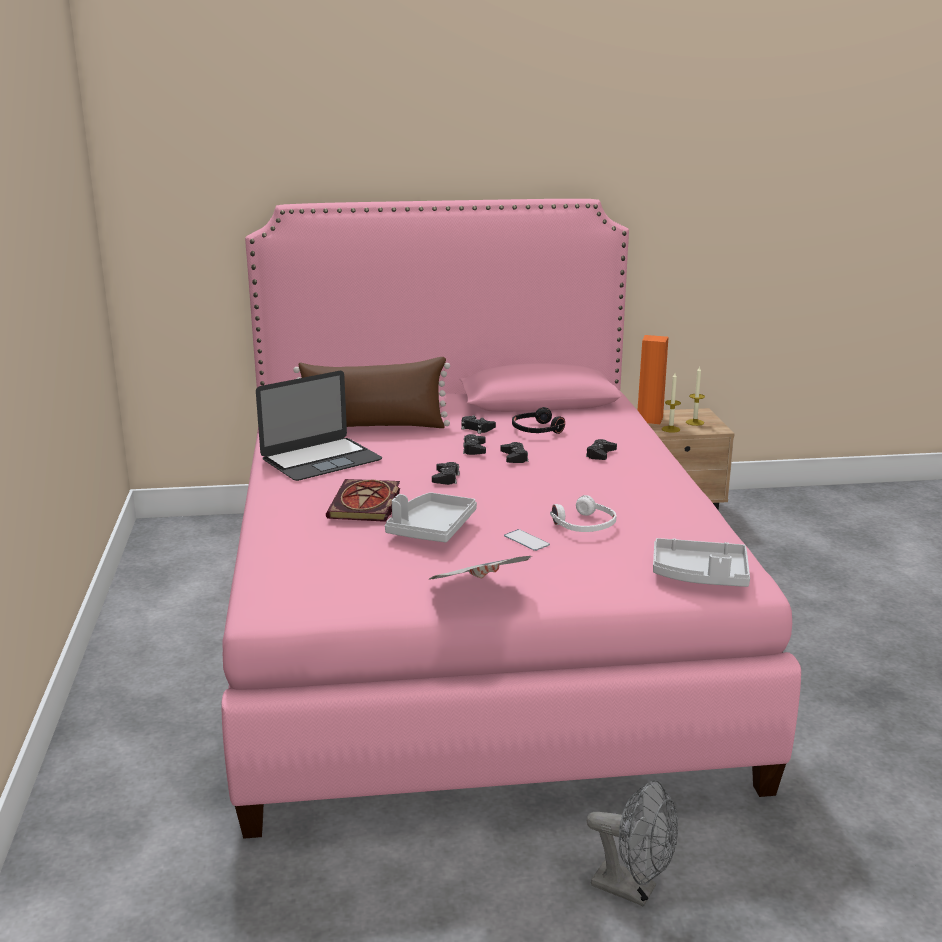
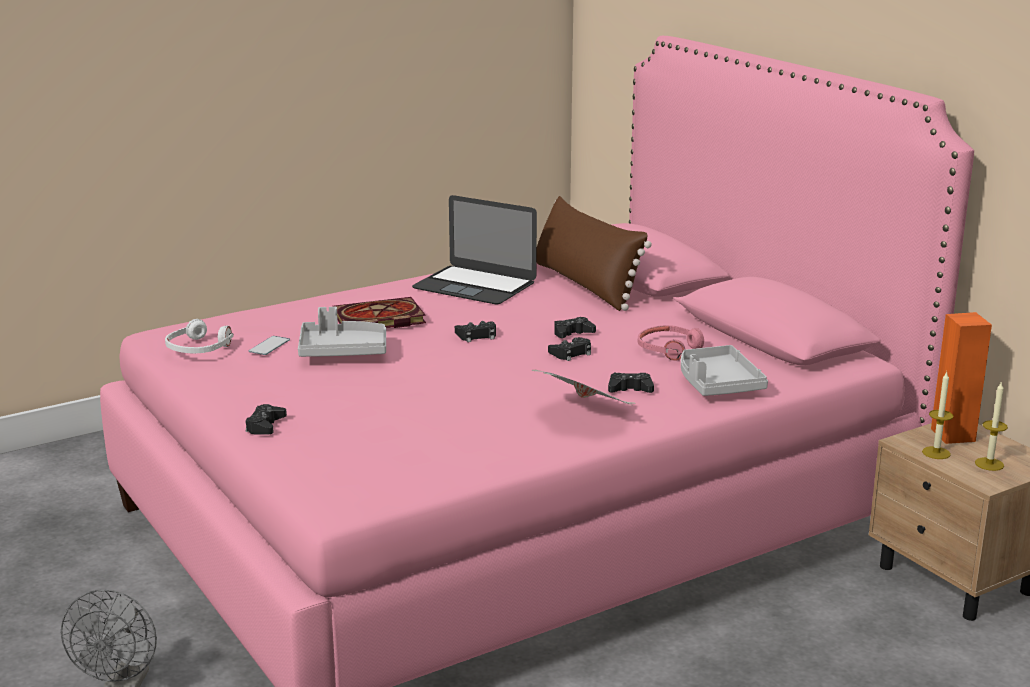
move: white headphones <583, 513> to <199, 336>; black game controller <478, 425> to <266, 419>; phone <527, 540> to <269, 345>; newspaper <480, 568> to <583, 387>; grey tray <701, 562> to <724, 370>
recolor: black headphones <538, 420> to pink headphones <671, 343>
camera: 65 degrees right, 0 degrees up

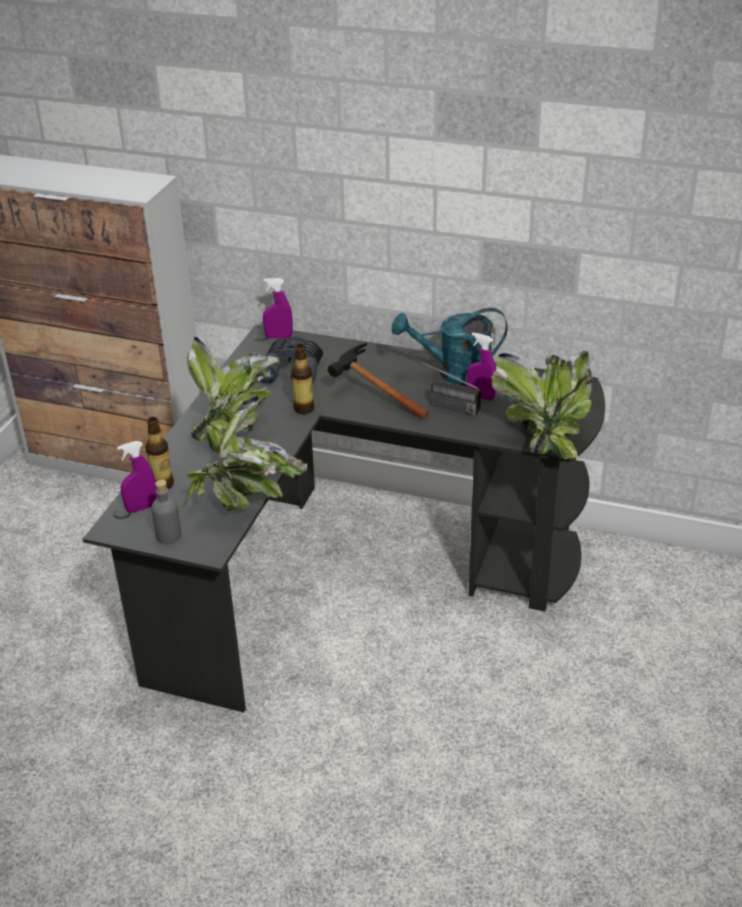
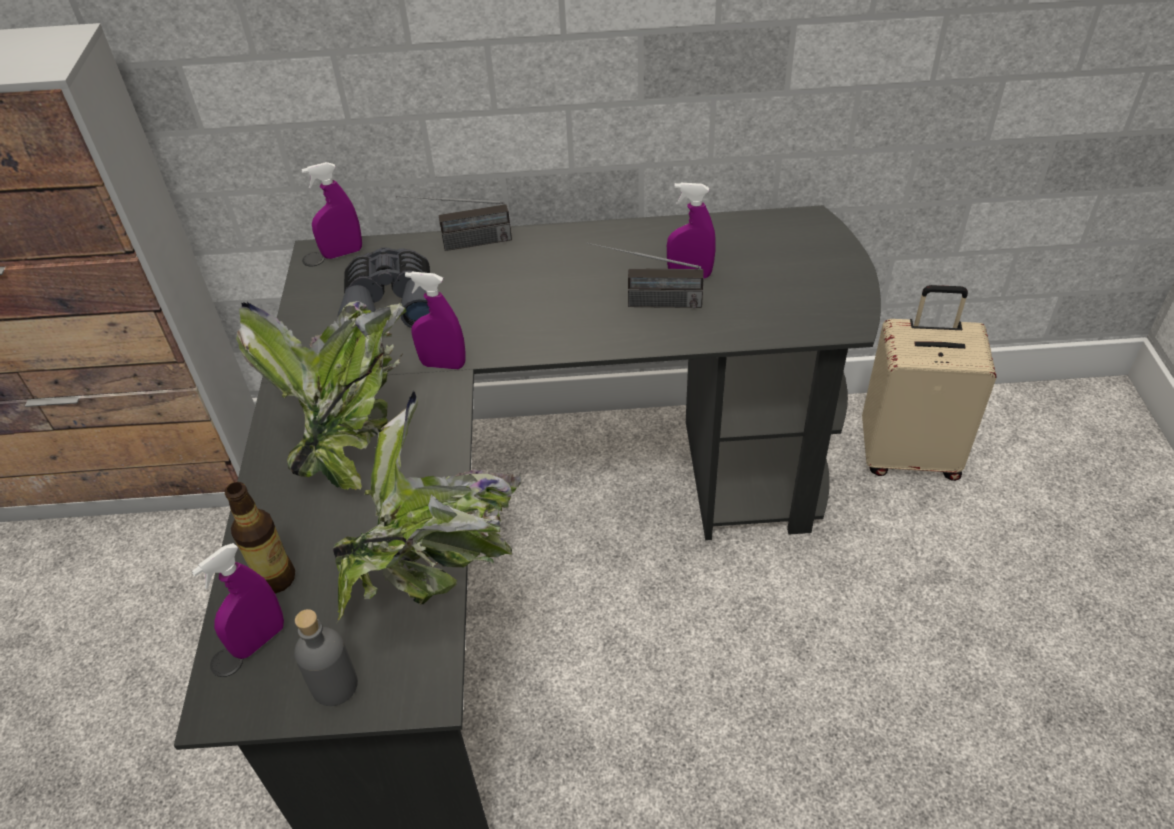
delete: hammer <378, 381>; turquoise watering can <450, 347>; potted plant <542, 405>
insert: radio <453, 223>; beige suitcase <929, 383>
replace: bottle <302, 379> to purple spray bottle <435, 320>
camera: 20 degrees left, 10 degrees up

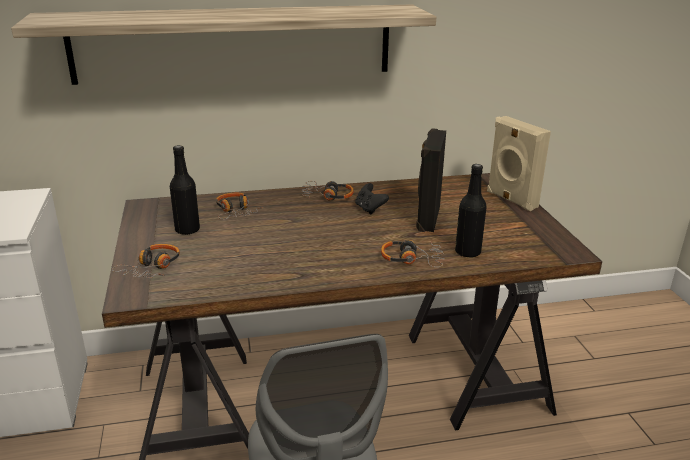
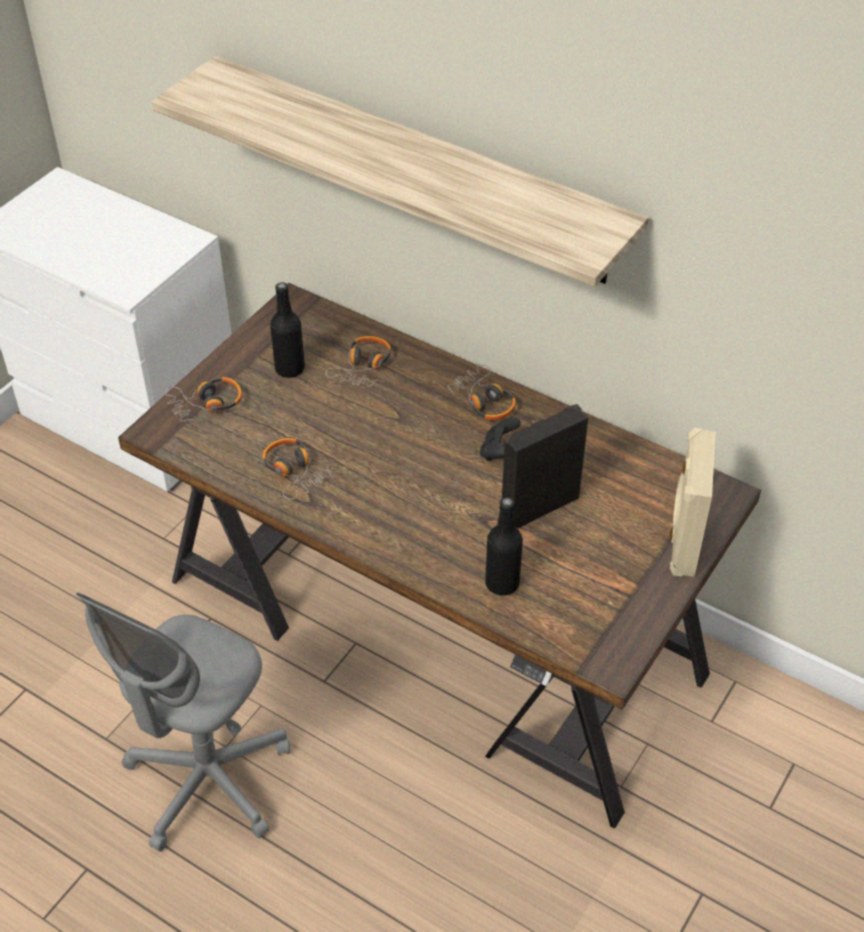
move: headphones <413, 254> to <298, 468>
camera: 45 degrees right, 20 degrees up

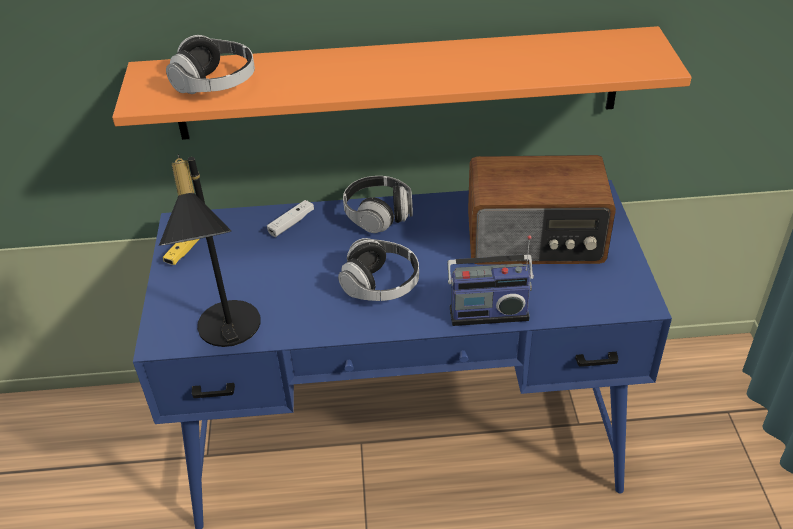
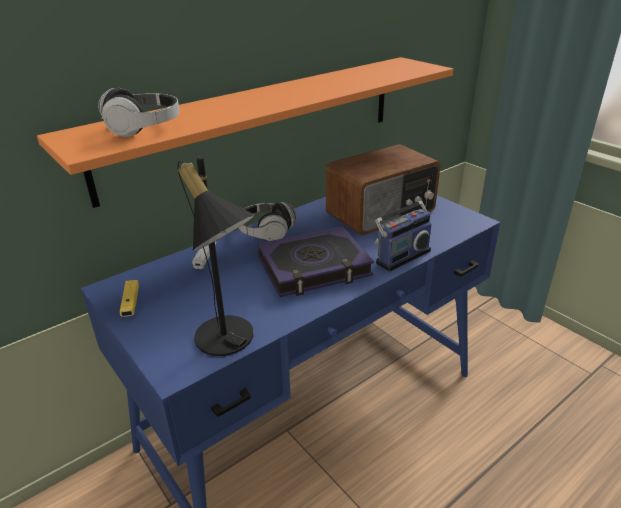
replace: headphones <378, 269> to book <315, 261>
camera: 35 degrees left, 10 degrees down

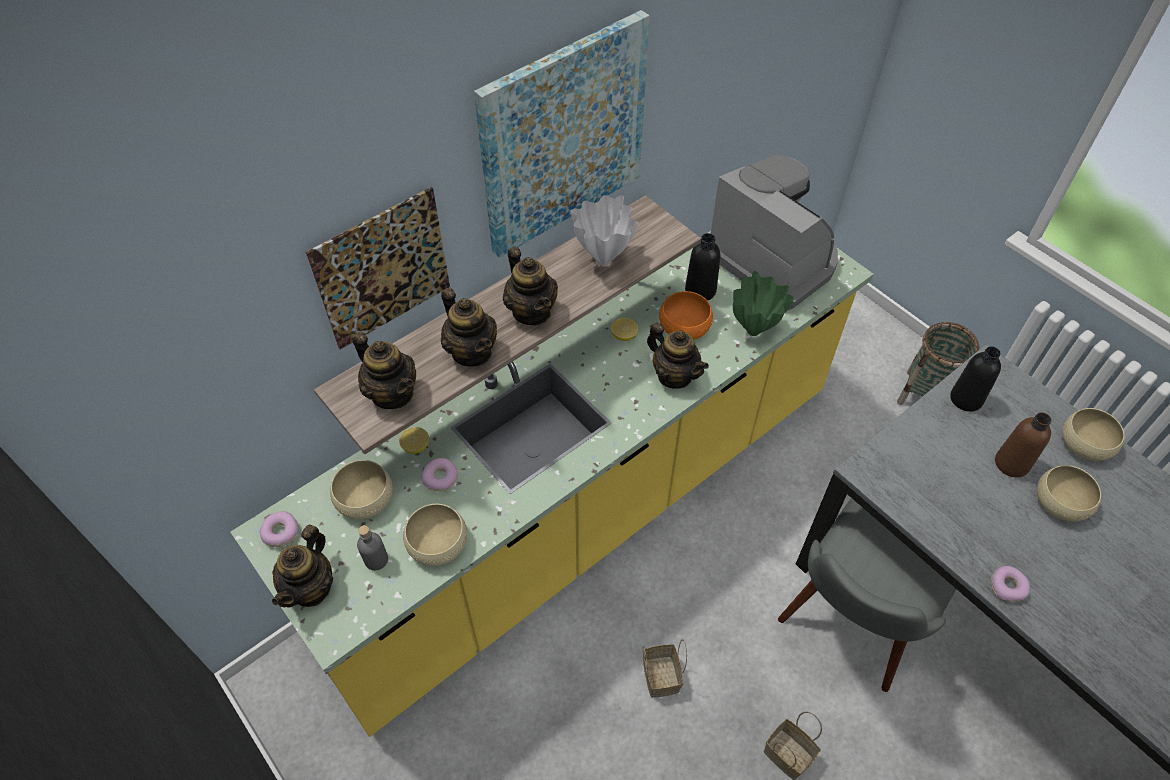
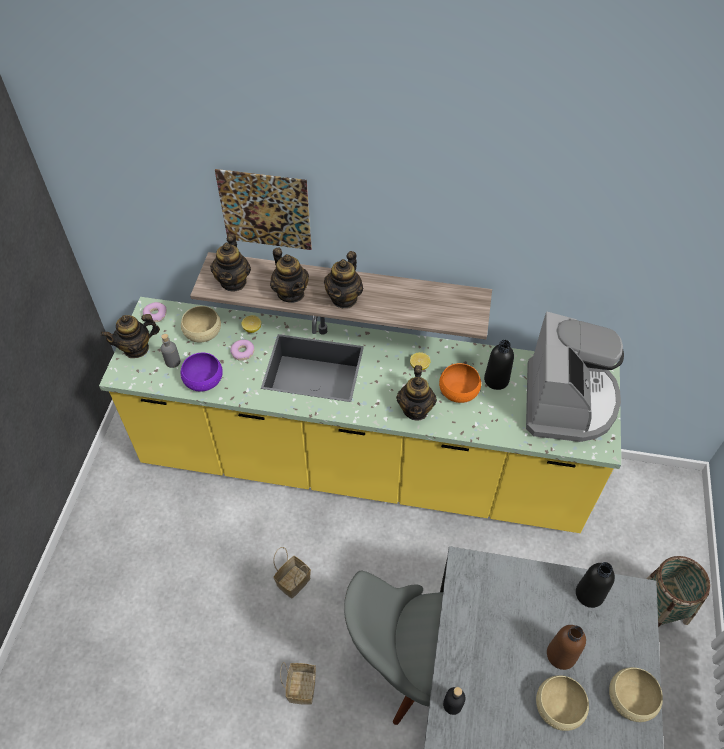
delete: picture <561, 134>; white vase <604, 230>; green vase <763, 303>
replace: donut <1010, 584> to black bottle <454, 701>
recolor: beige bowl <435, 535> to purple bowl <202, 372>
rotate: teapot <469, 327> = <289, 275> 45 degrees counterclockwise
camera: 50 degrees right, 0 degrees up

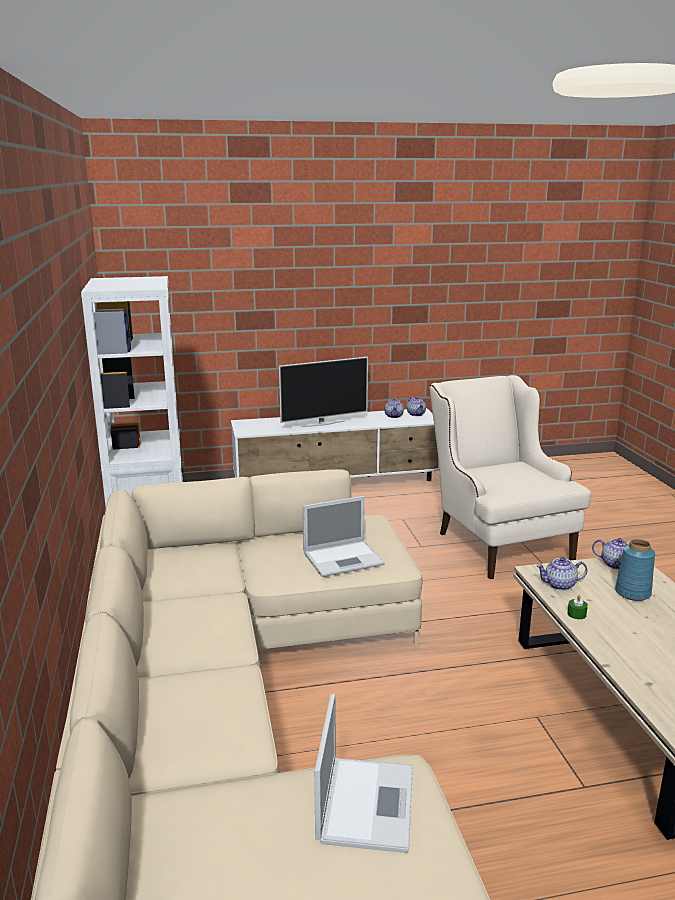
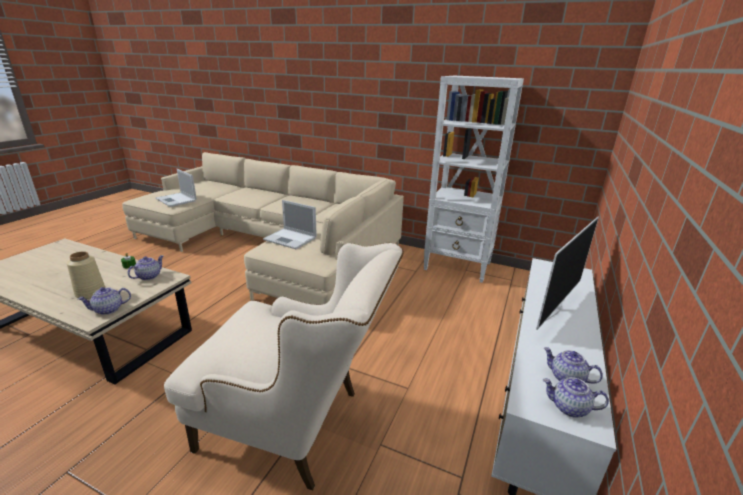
recolor: blue vase <635, 570> to beige vase <86, 275>
rotate: laptop <344, 536> = <290, 224> 75 degrees counterclockwise; television <323, 392> = <567, 273> 150 degrees counterclockwise
camera: 125 degrees right, 5 degrees up

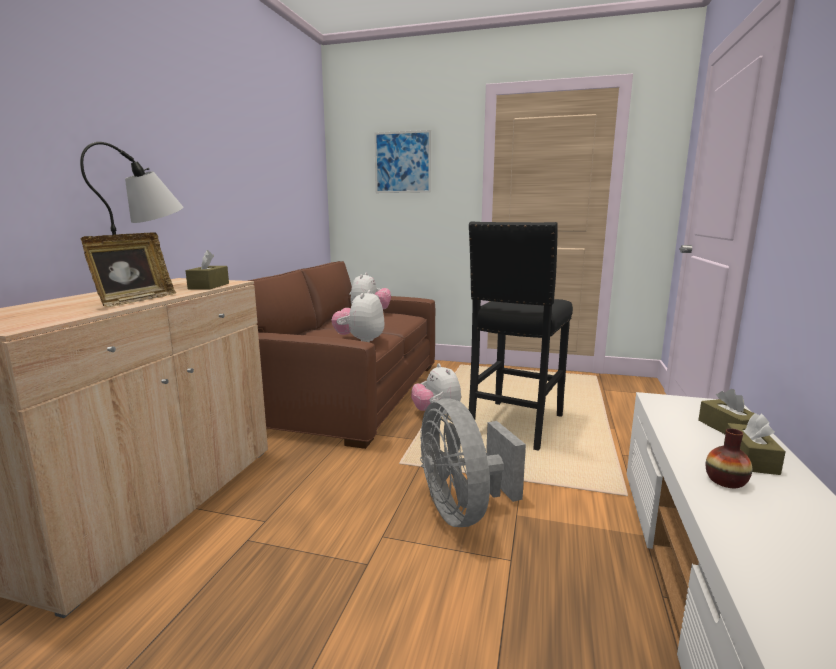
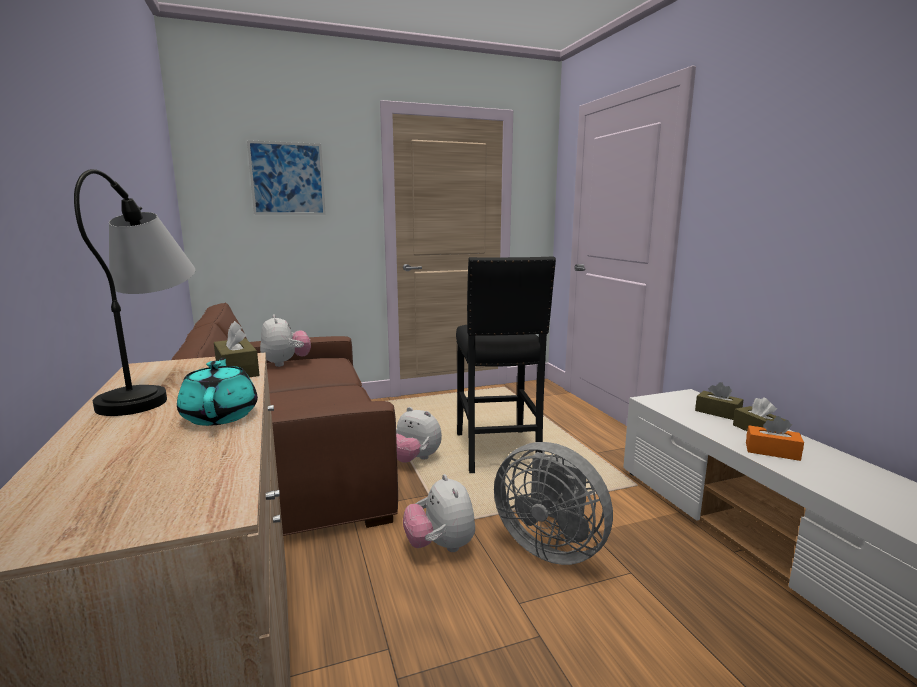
move: plush toy <358, 316> to <439, 513>
replace: picture frame <128, 269> to turquoise teapot <217, 391>; vase <729, 458> to orange tissue box <775, 438>
camera: 35 degrees left, 0 degrees up

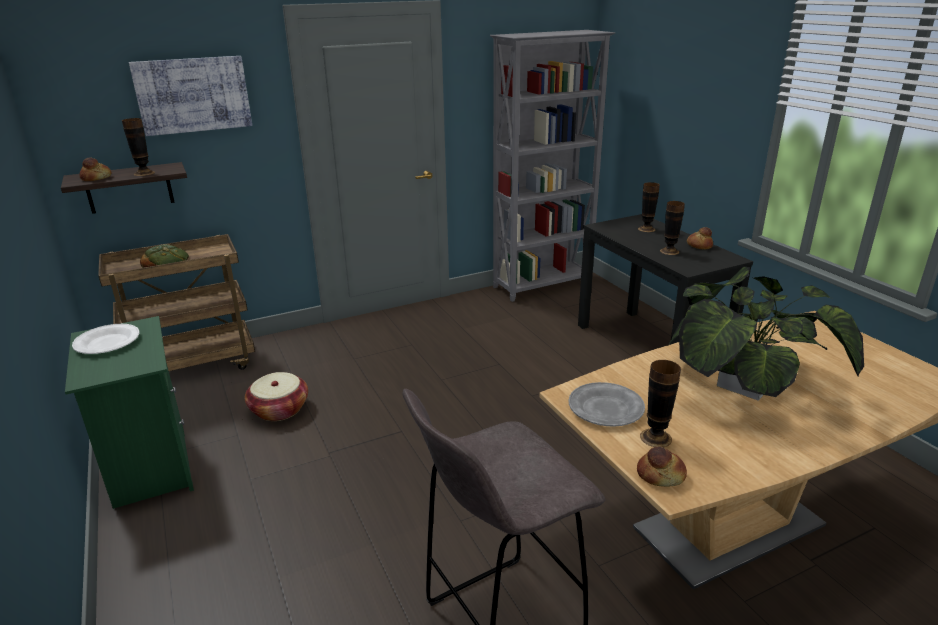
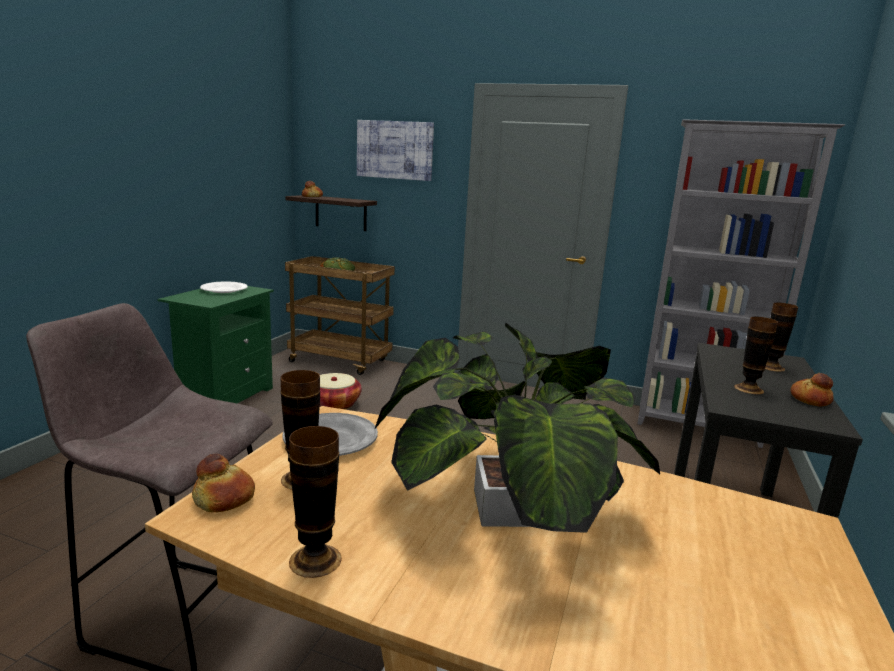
move: vase <138, 147> to <315, 502>
camera: 45 degrees right, 10 degrees down

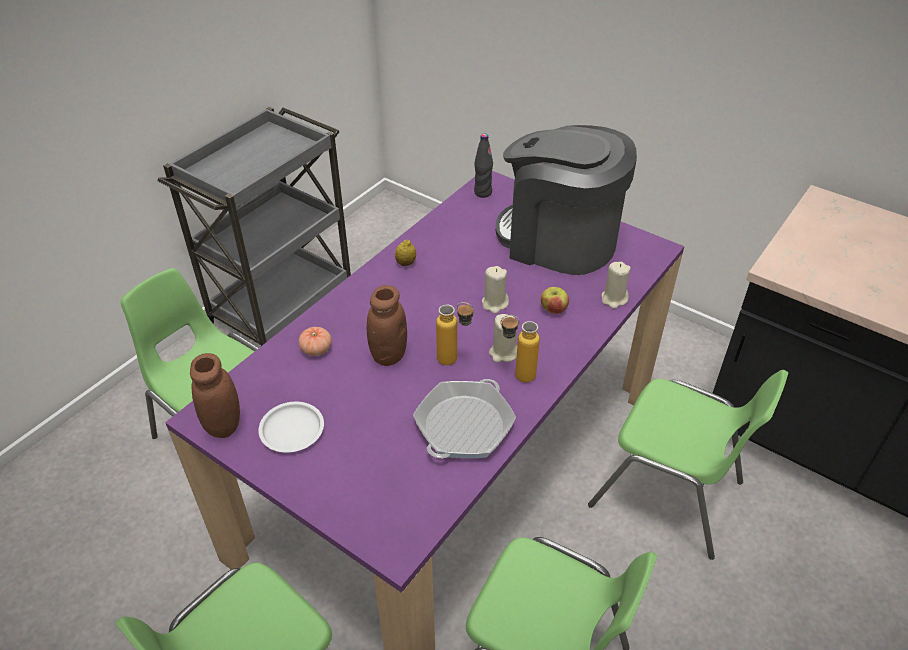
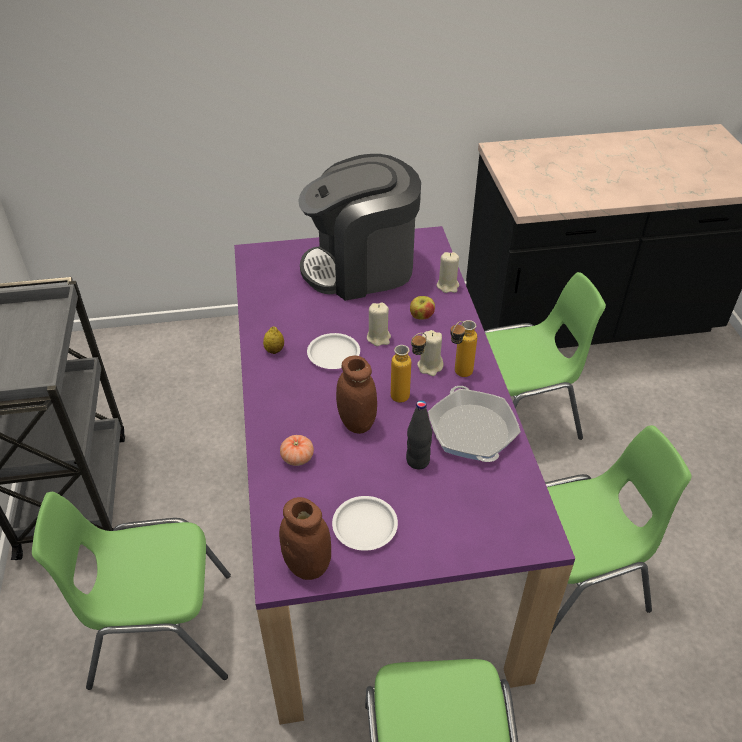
insert: white plate <333, 351>
move: black bottle <483, 166> to <419, 434>
camera: 45 degrees left, 0 degrees up

